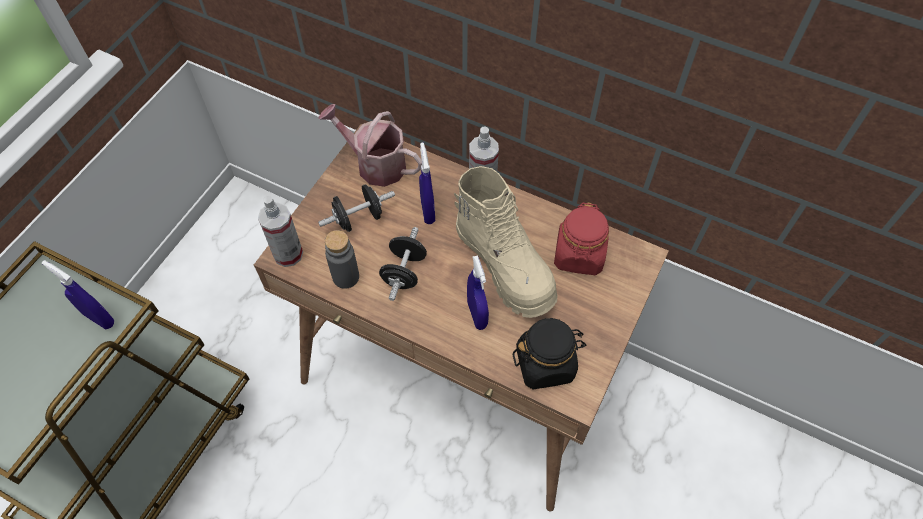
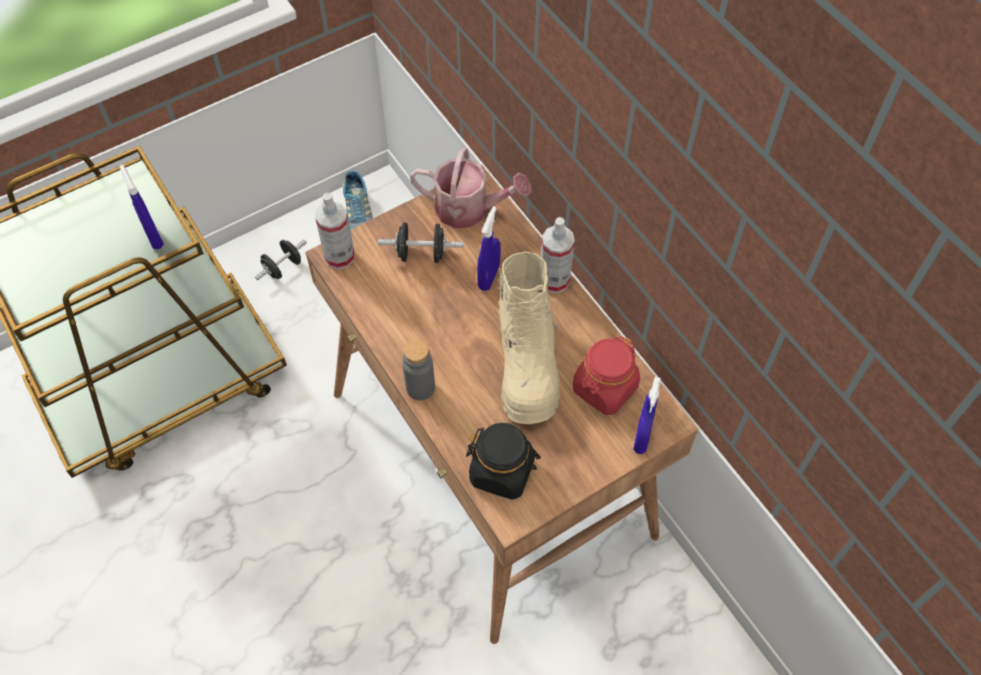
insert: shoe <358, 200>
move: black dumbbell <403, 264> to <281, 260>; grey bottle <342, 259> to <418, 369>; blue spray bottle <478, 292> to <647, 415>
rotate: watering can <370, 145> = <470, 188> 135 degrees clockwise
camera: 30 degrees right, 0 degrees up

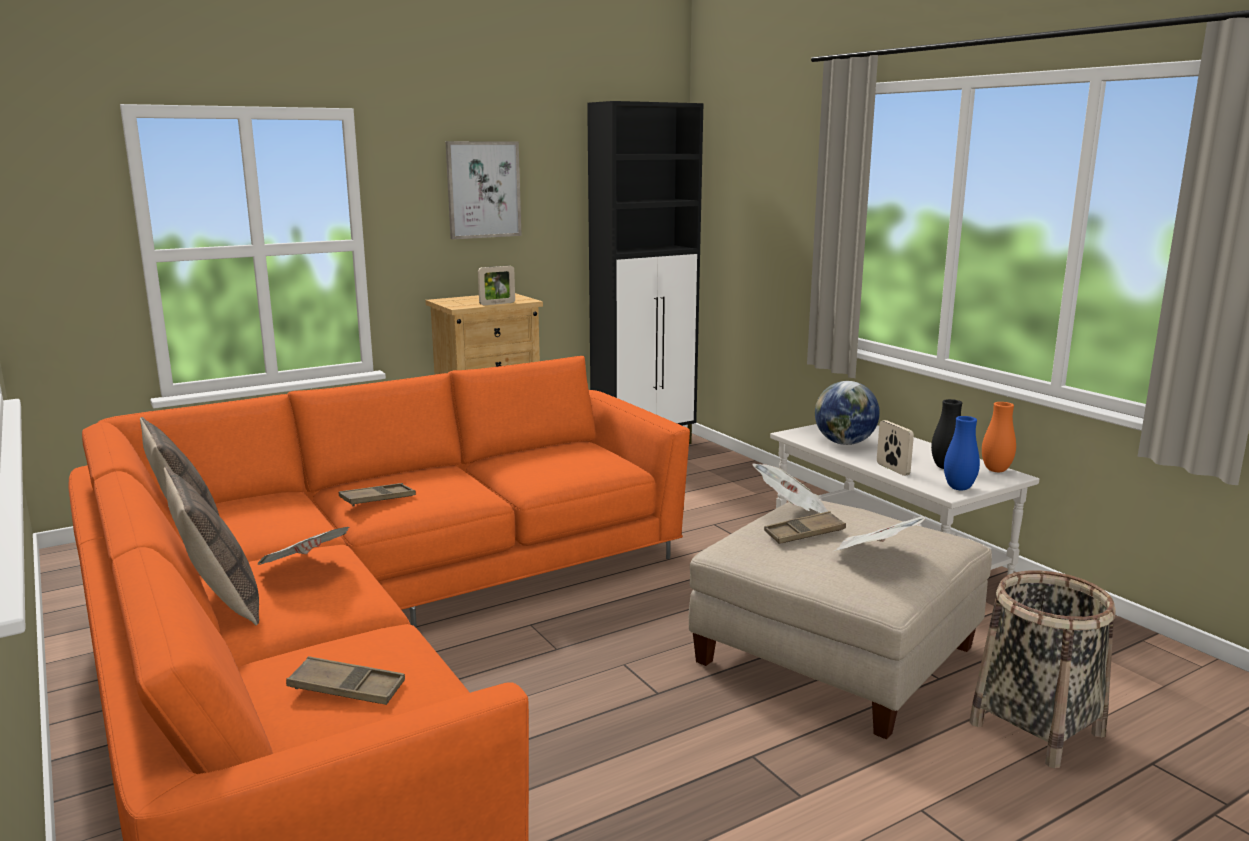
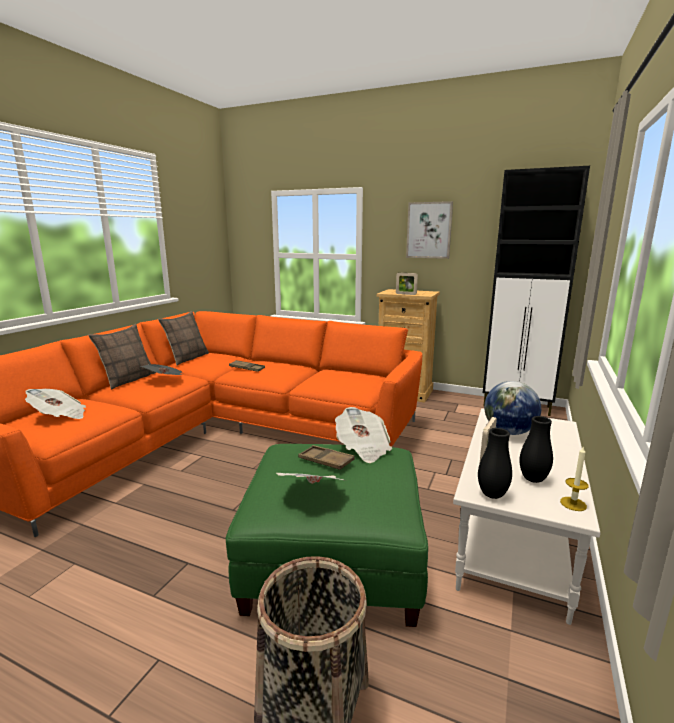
replace: brown tray <345, 680> to newspaper <55, 404>; orange vase <999, 437> to candle <574, 478>
recolor: beige ottoman <840, 619> to green ottoman <327, 535>; blue vase <962, 453> to black vase <495, 463>
camera: 55 degrees right, 0 degrees up

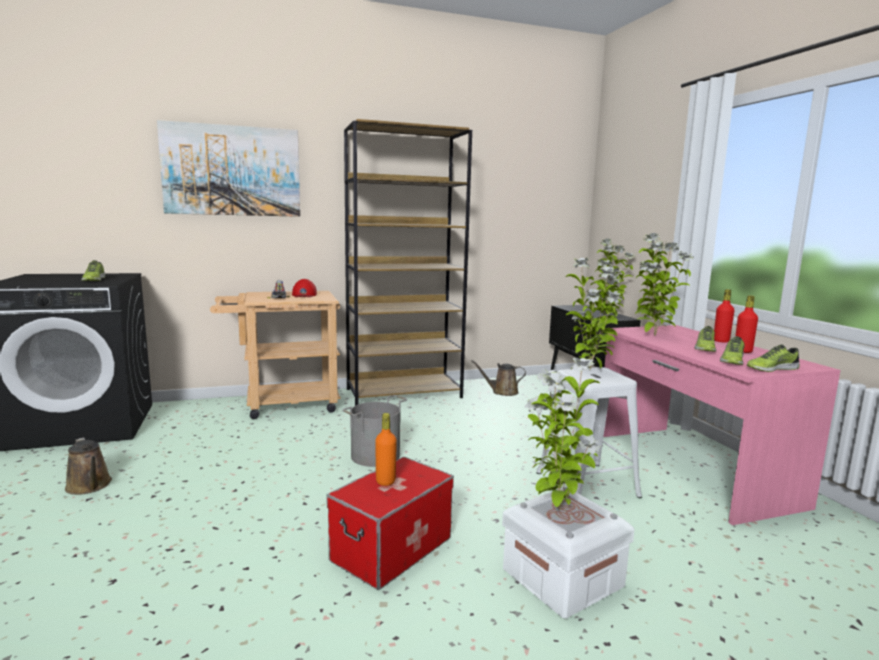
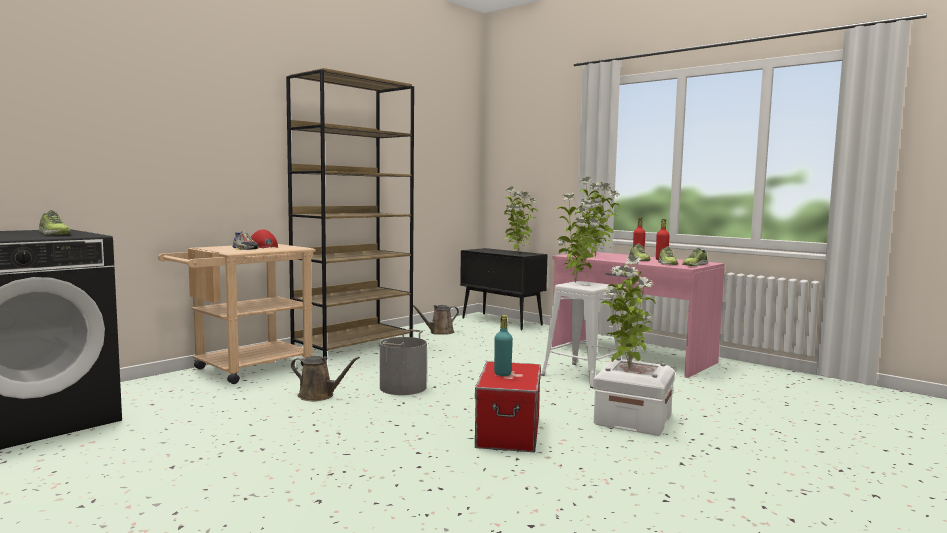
delete: picture <228, 168>
move: brown watering can <88, 466> to <325, 378>
recolor: orange bottle <386, 449> to turquoise bottle <503, 345>
camera: 30 degrees left, 5 degrees down

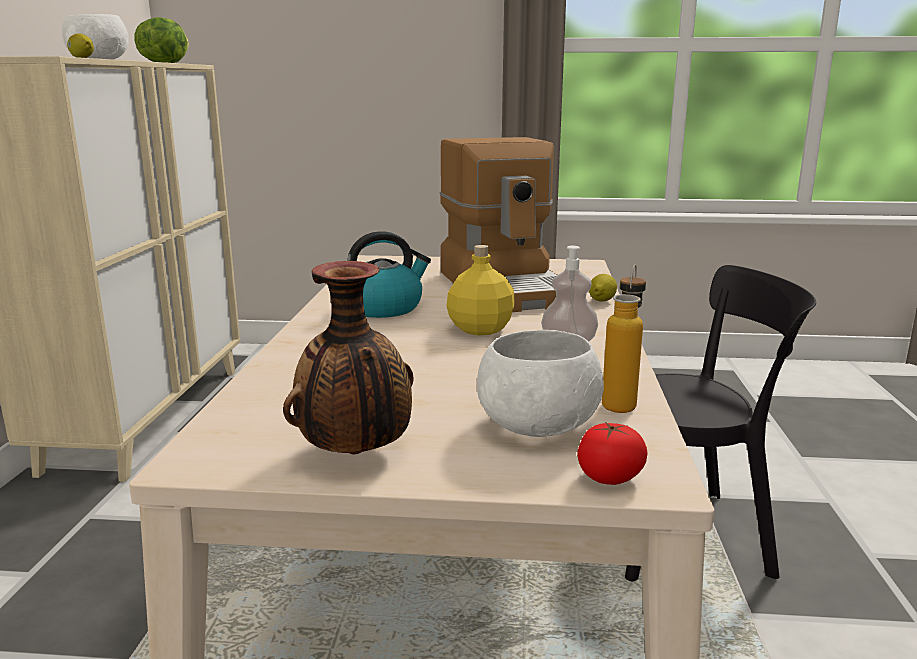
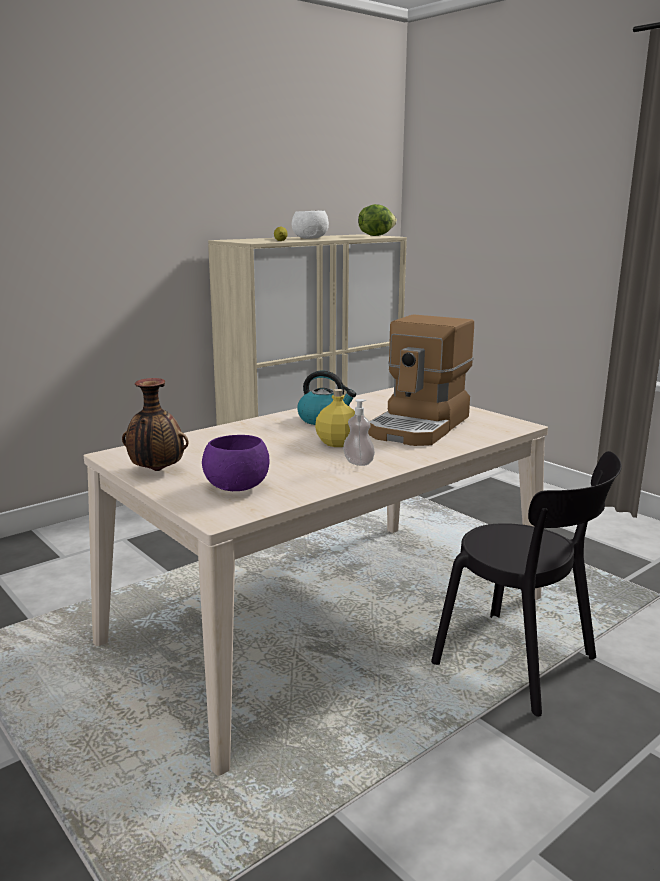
delete: tomato <612, 453>; lemon <603, 288>; bottle <624, 339>
recolor: white bowl <540, 383> to purple bowl <235, 463>
camera: 45 degrees right, 0 degrees up

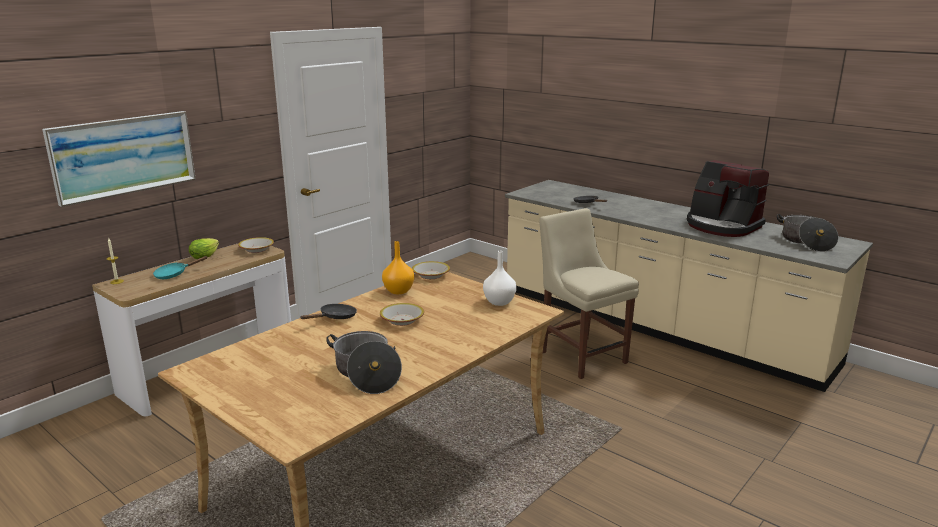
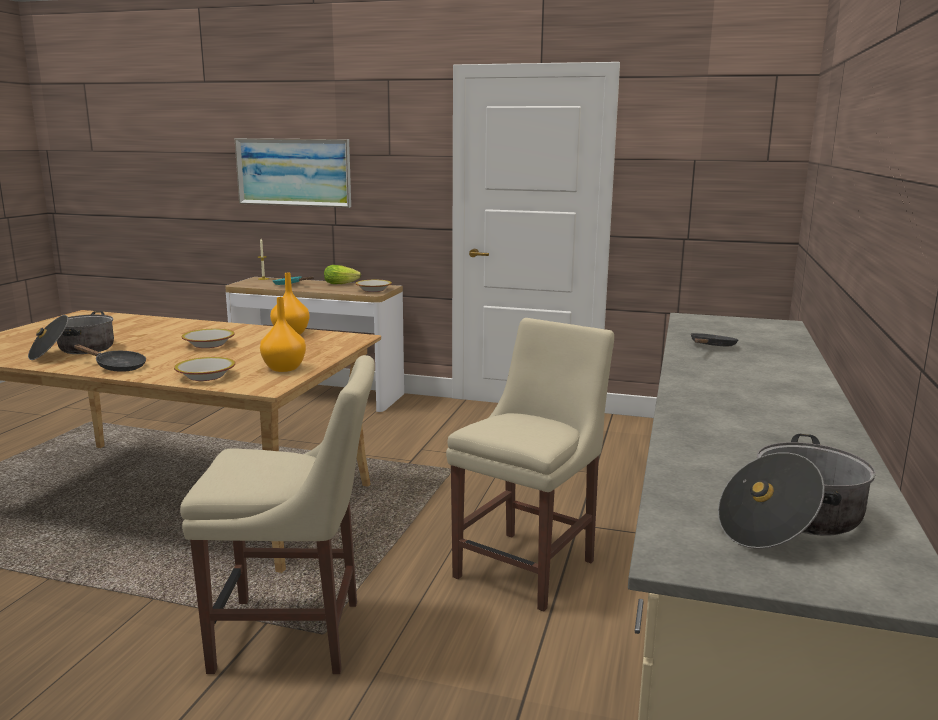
delete: coffee machine <728, 198>
insert: beige chair <277, 514>
move: black frying pan <328, 311> to <110, 358>; bowl <431, 270> to <204, 369>
recolor: white vase <500, 278> to orange vase <283, 334>
camera: 65 degrees right, 5 degrees down

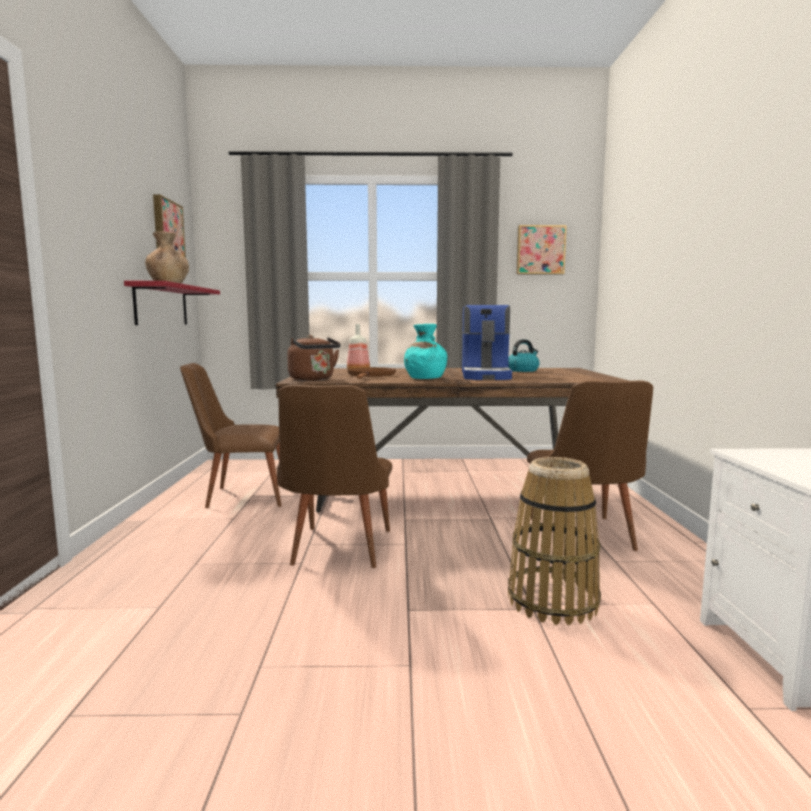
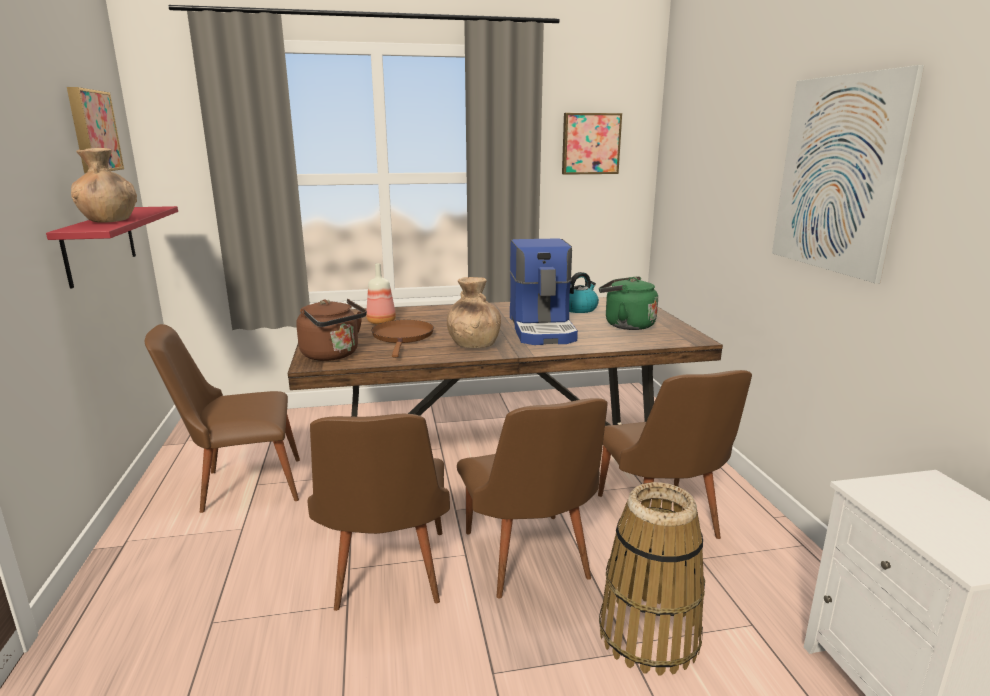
insert: brown chair <532, 498>; green kettle <628, 303>; picture <848, 174>
recolor: turquoise vase <425, 351> to brown vase <474, 312>
camera: 10 degrees left, 10 degrees up

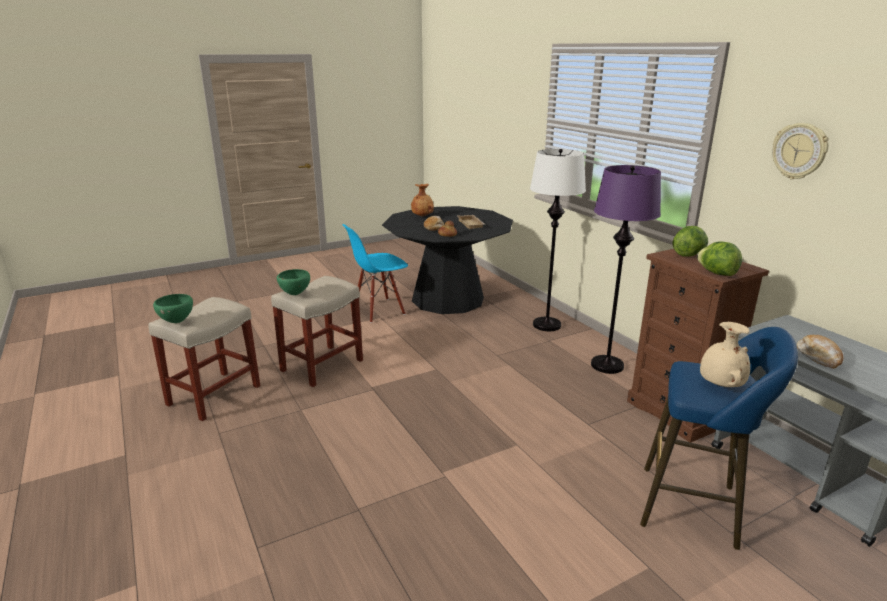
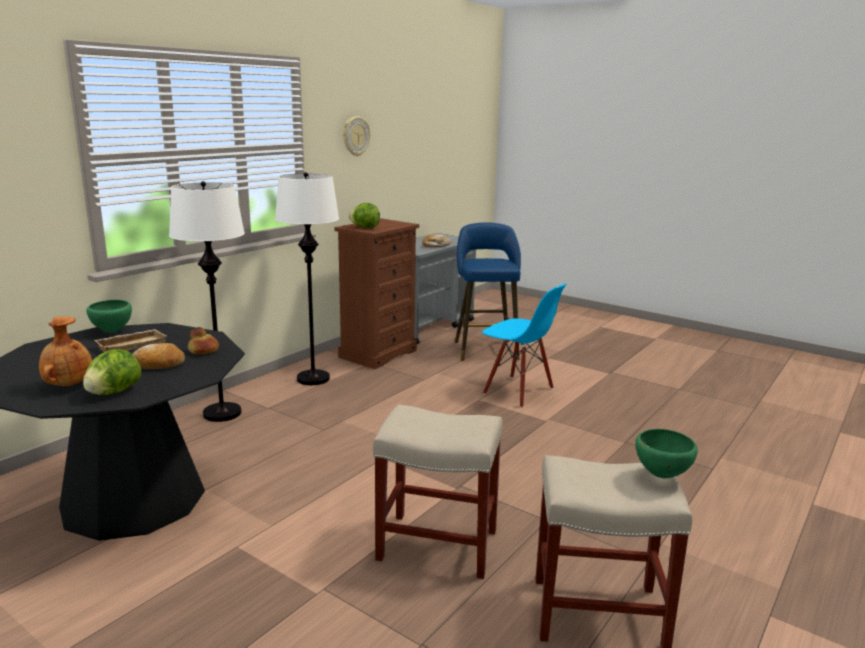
delete: beige vase <725, 354>
move: lettuce <719, 258> to <112, 372>; green bowl <293, 282> to <109, 316>; blue chair <375, 273> to <524, 346>
recolor: purple floor lamp <626, 269> to white floor lamp <307, 278>
camera: 115 degrees left, 5 degrees down

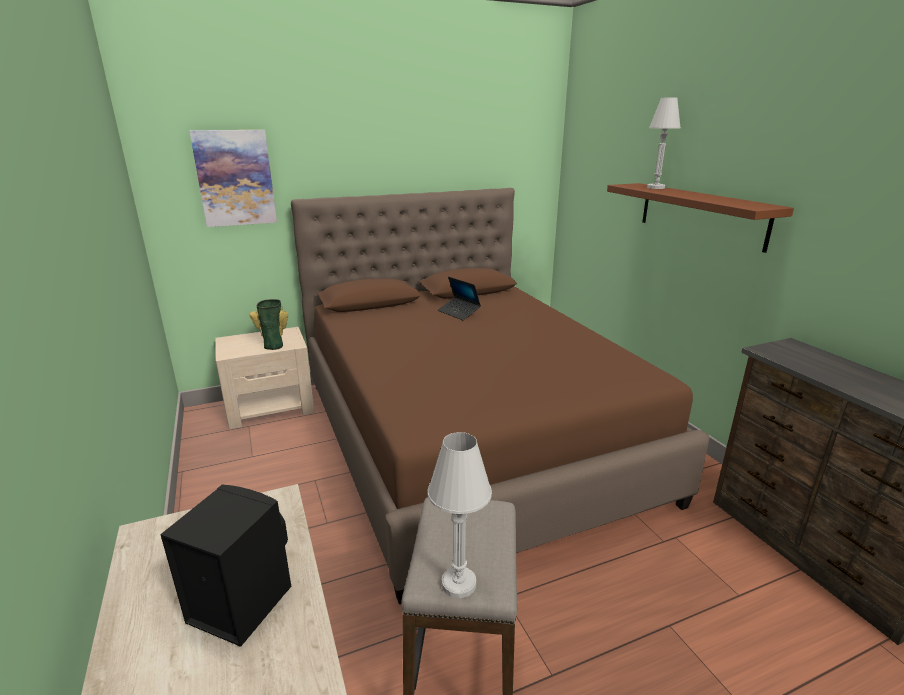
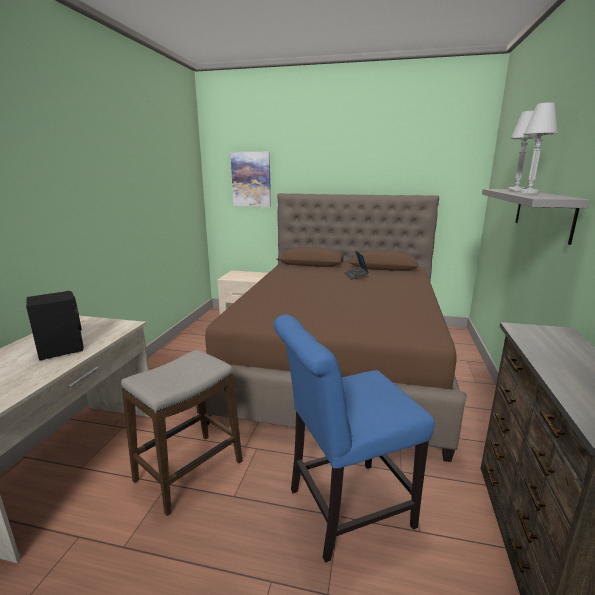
delete: vase <268, 324>
insert: blue chair <354, 439>
move: white table lamp <460, 515> to <539, 147>
recolor: brown shelf <700, 218> to grey shelf <536, 217>
camera: 35 degrees right, 5 degrees down

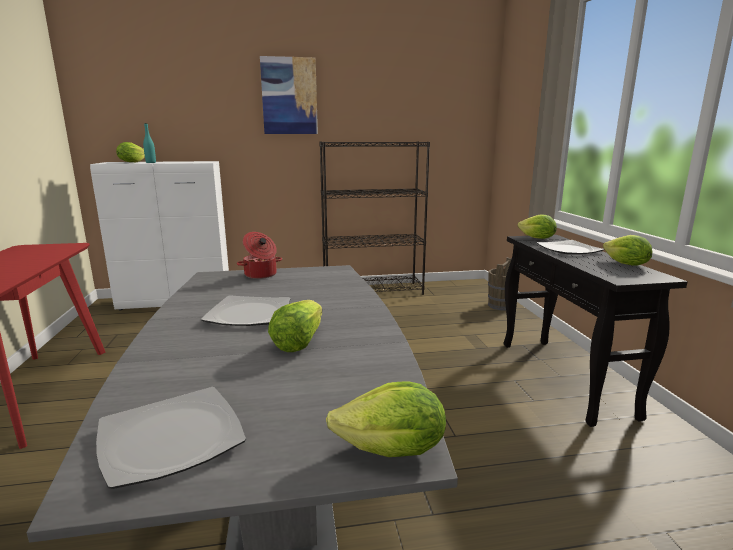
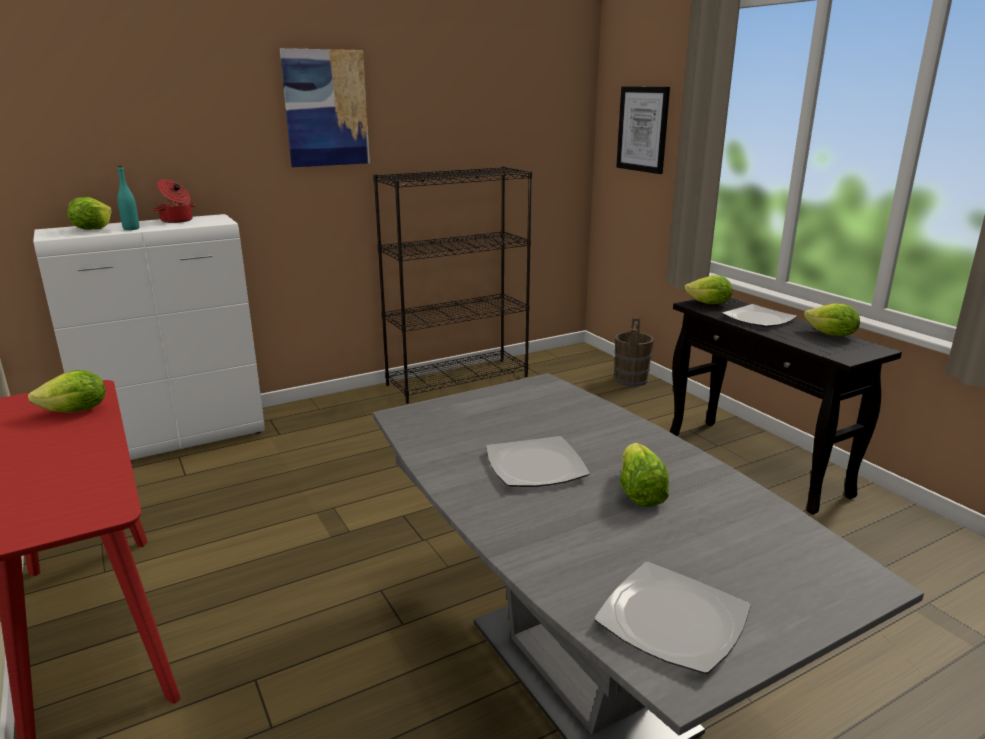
insert: picture <643, 130>
move: lettuce <386, 419> to <67, 391>; cooking pot <259, 255> to <174, 201>
camera: 20 degrees left, 5 degrees up

